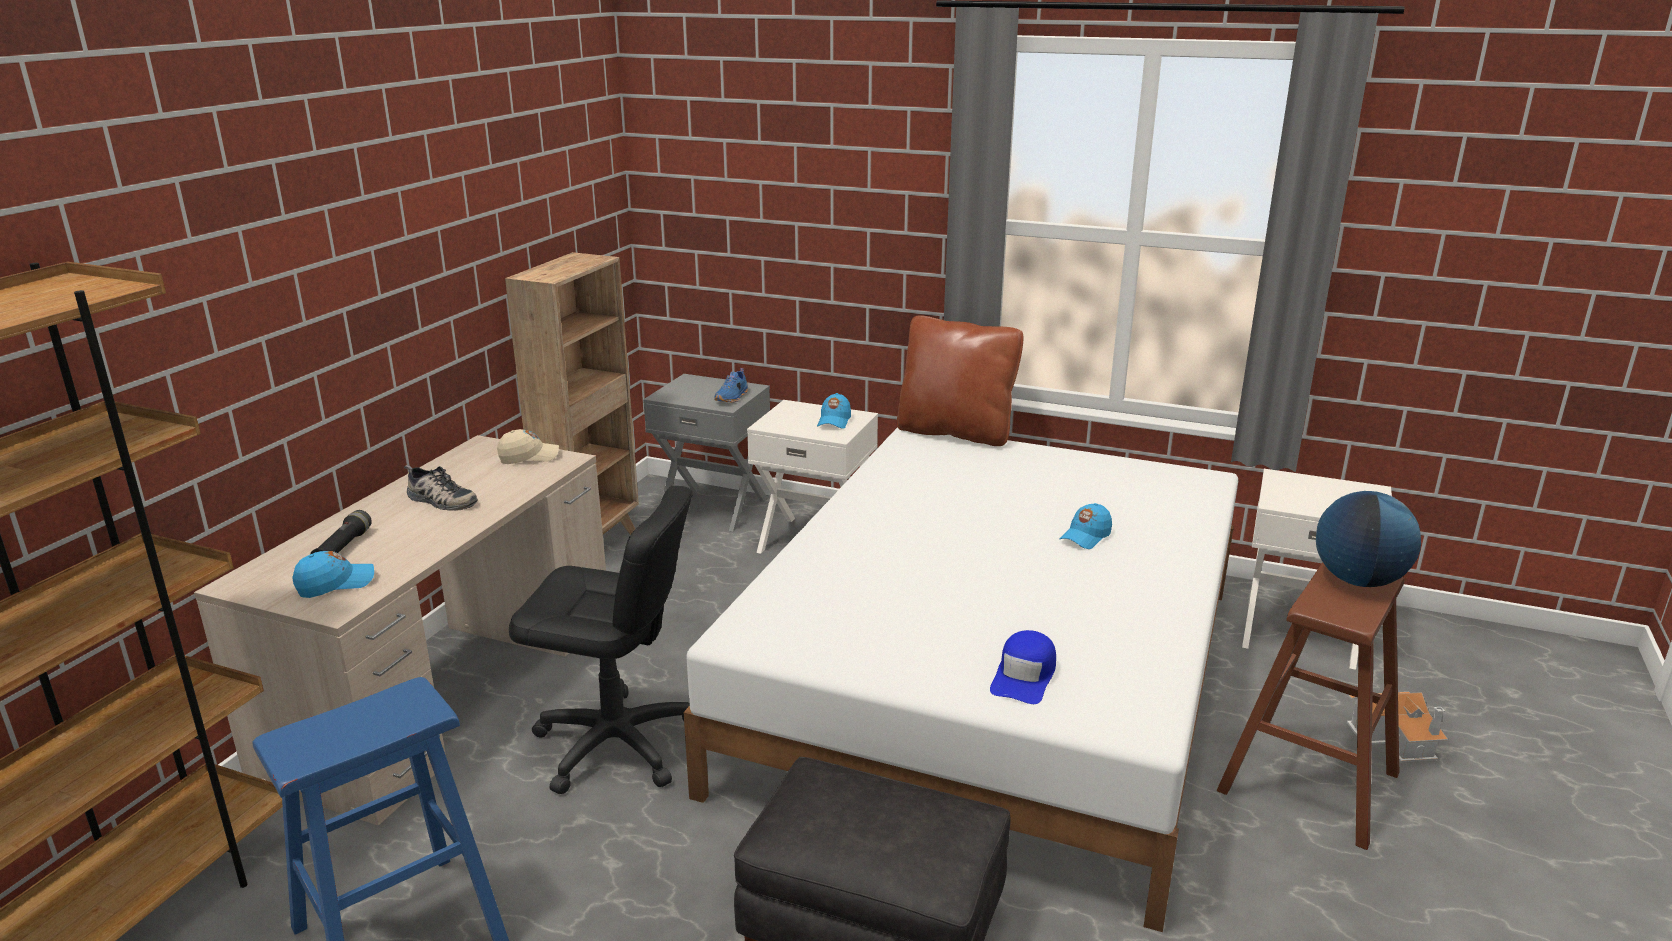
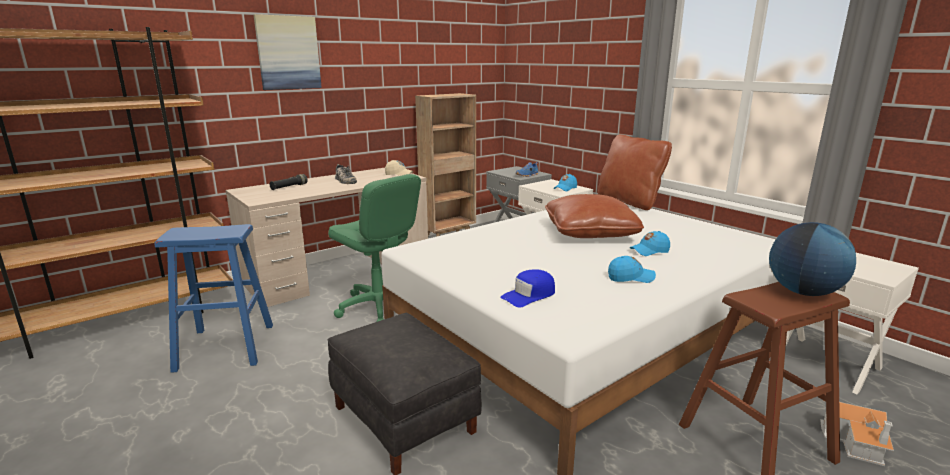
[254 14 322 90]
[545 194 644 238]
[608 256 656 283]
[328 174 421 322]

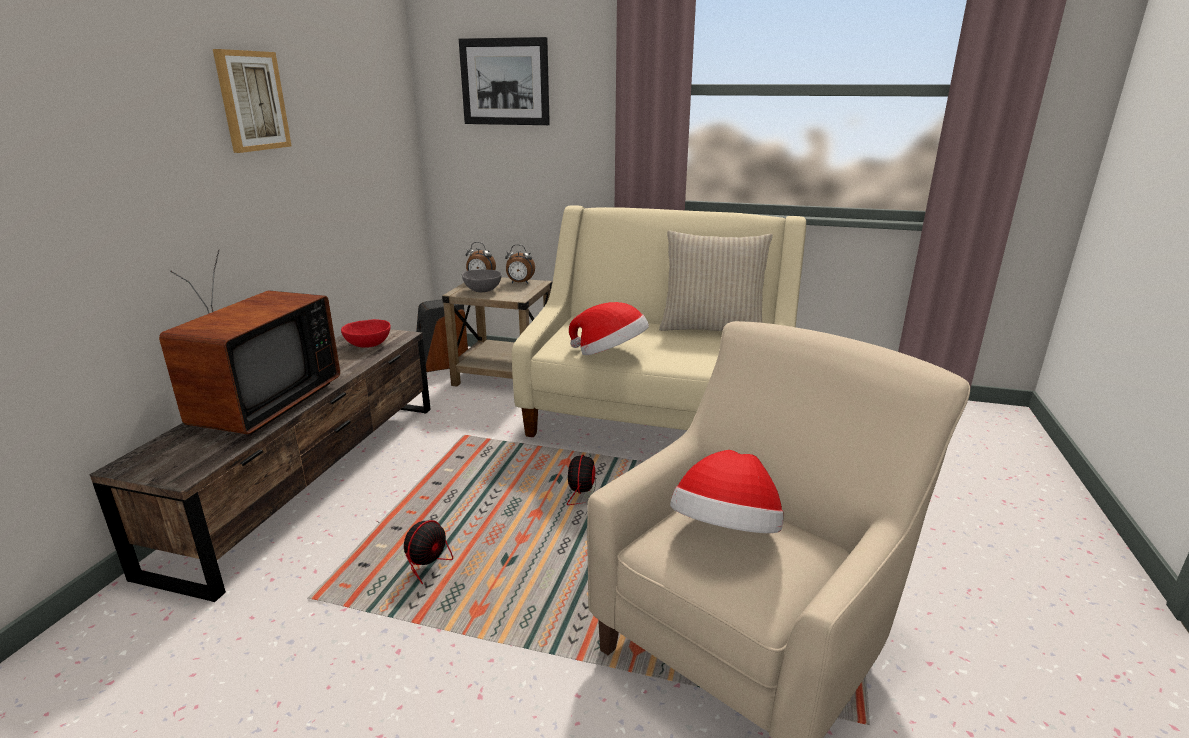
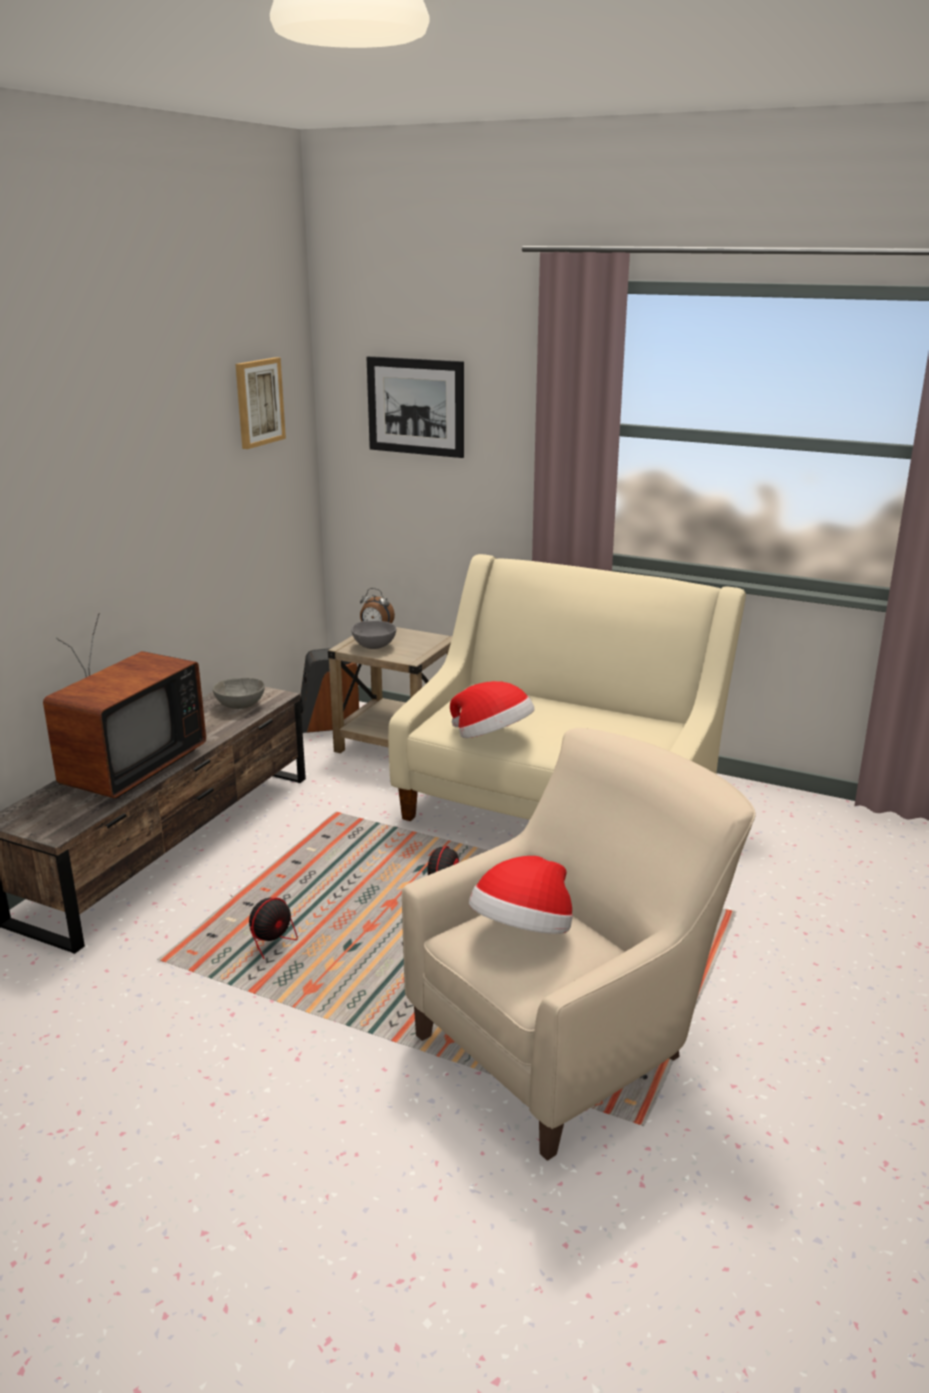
[505 244 535 284] (first image)
[659 230 773 331] (first image)
[236 357 286 449]
[213 677 265 709]

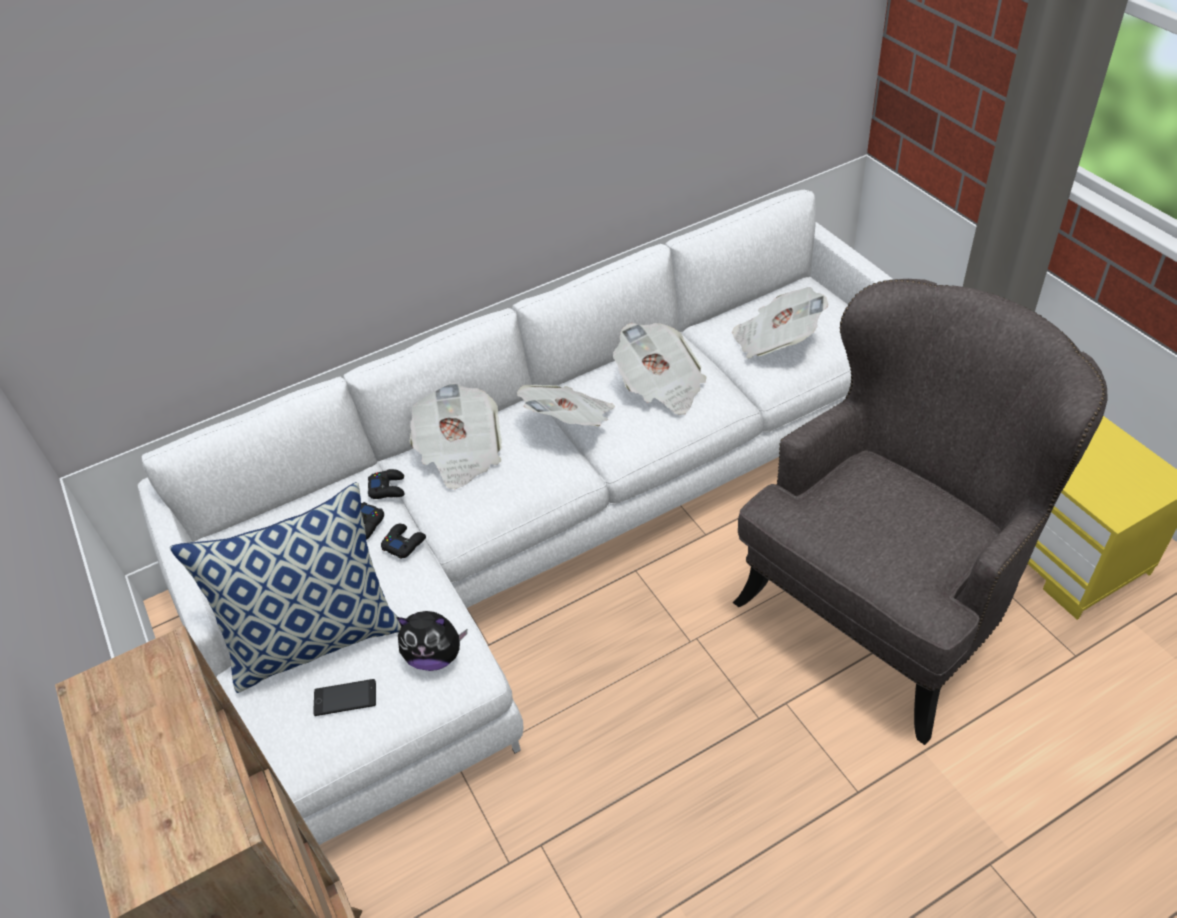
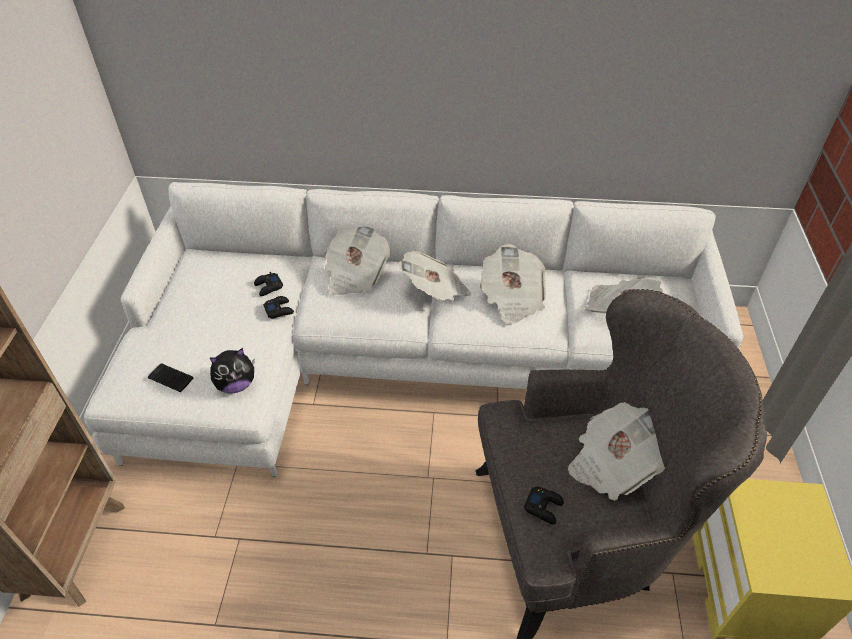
[170 482 401 693] (first image)
[568 402 665 501]
[524 487 564 524]
[210 348 255 394]

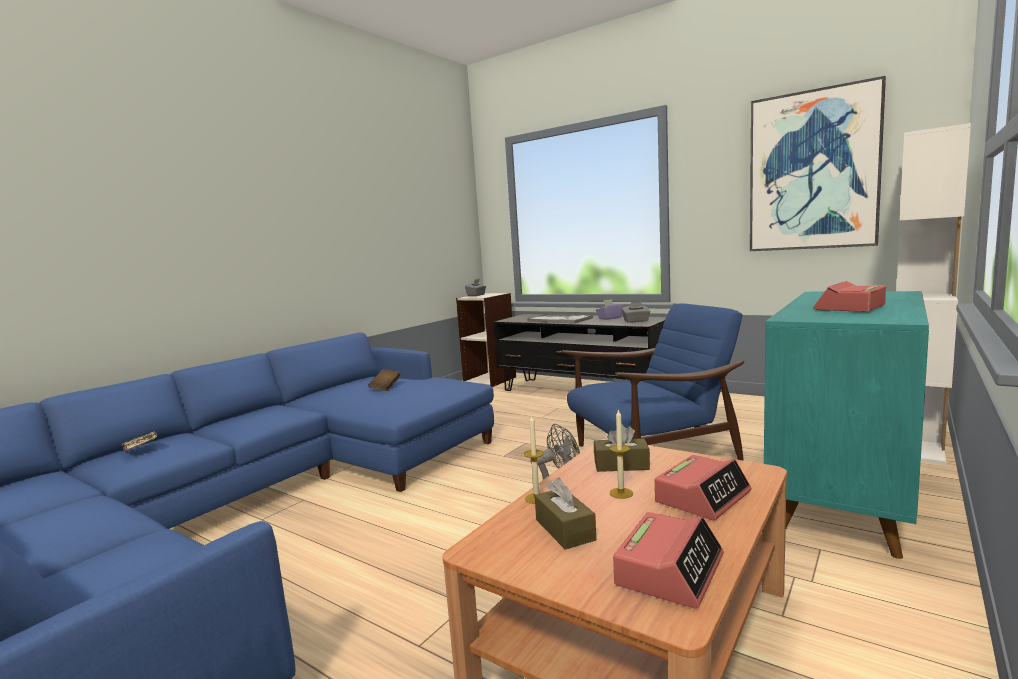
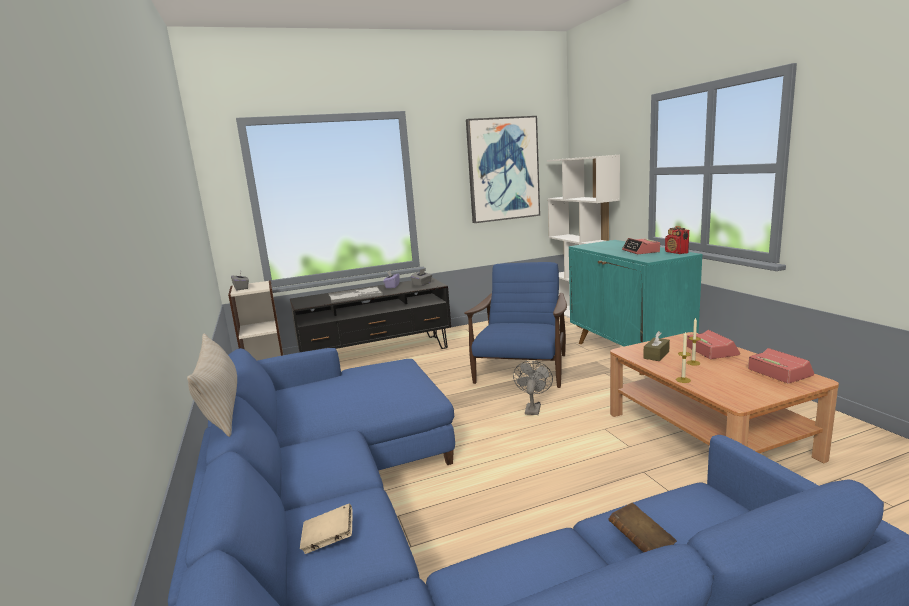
[535 478 596 549] (first image)
[187 333 237 437]
[665 226 689 254]
[608 503 677 553]

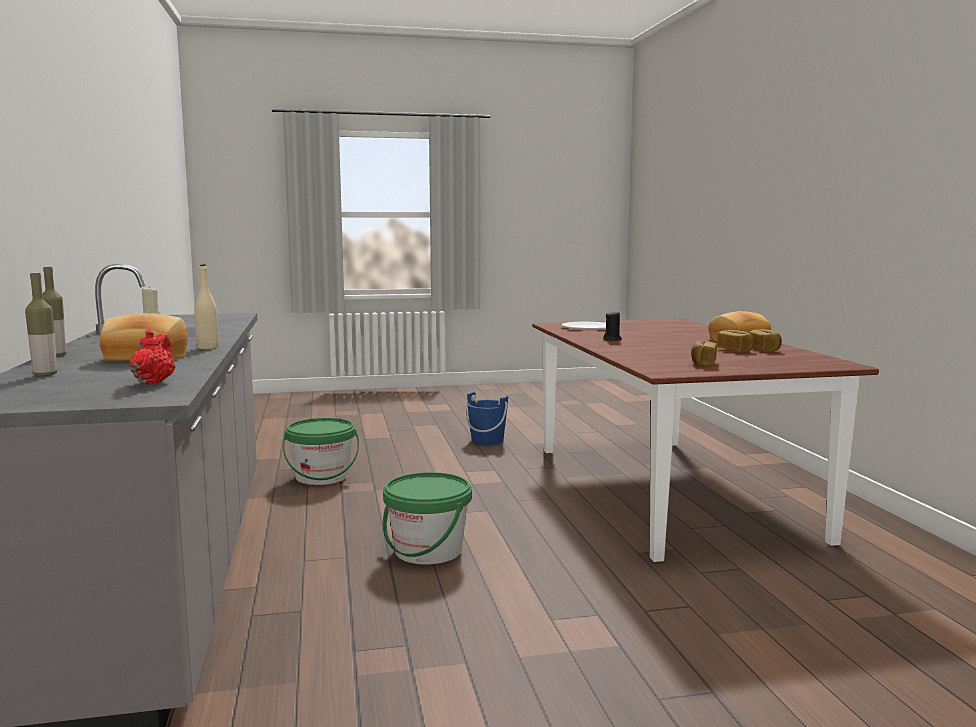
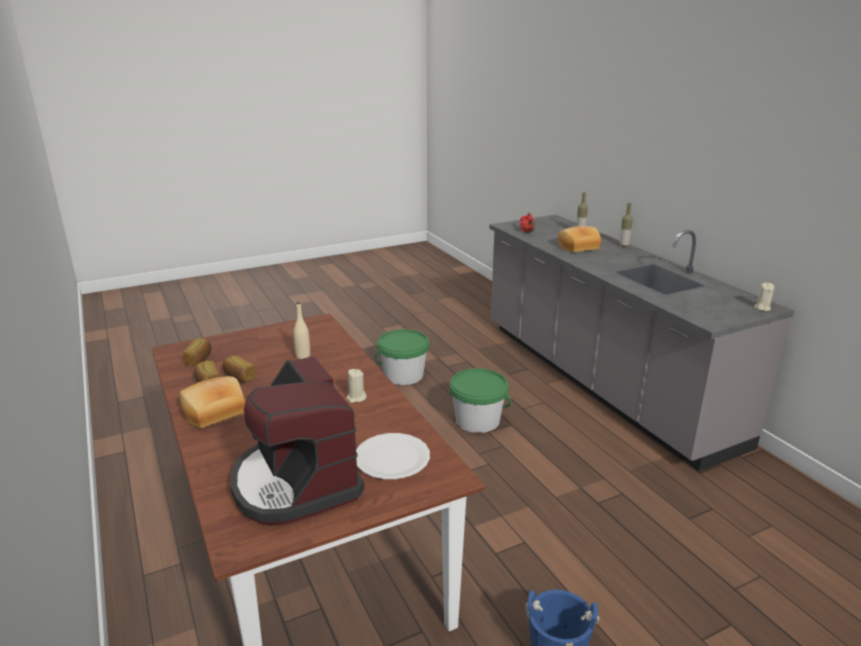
[231 356 364 525]
[293 302 310 359]
[375 329 429 385]
[183 338 212 366]
[346 369 367 403]

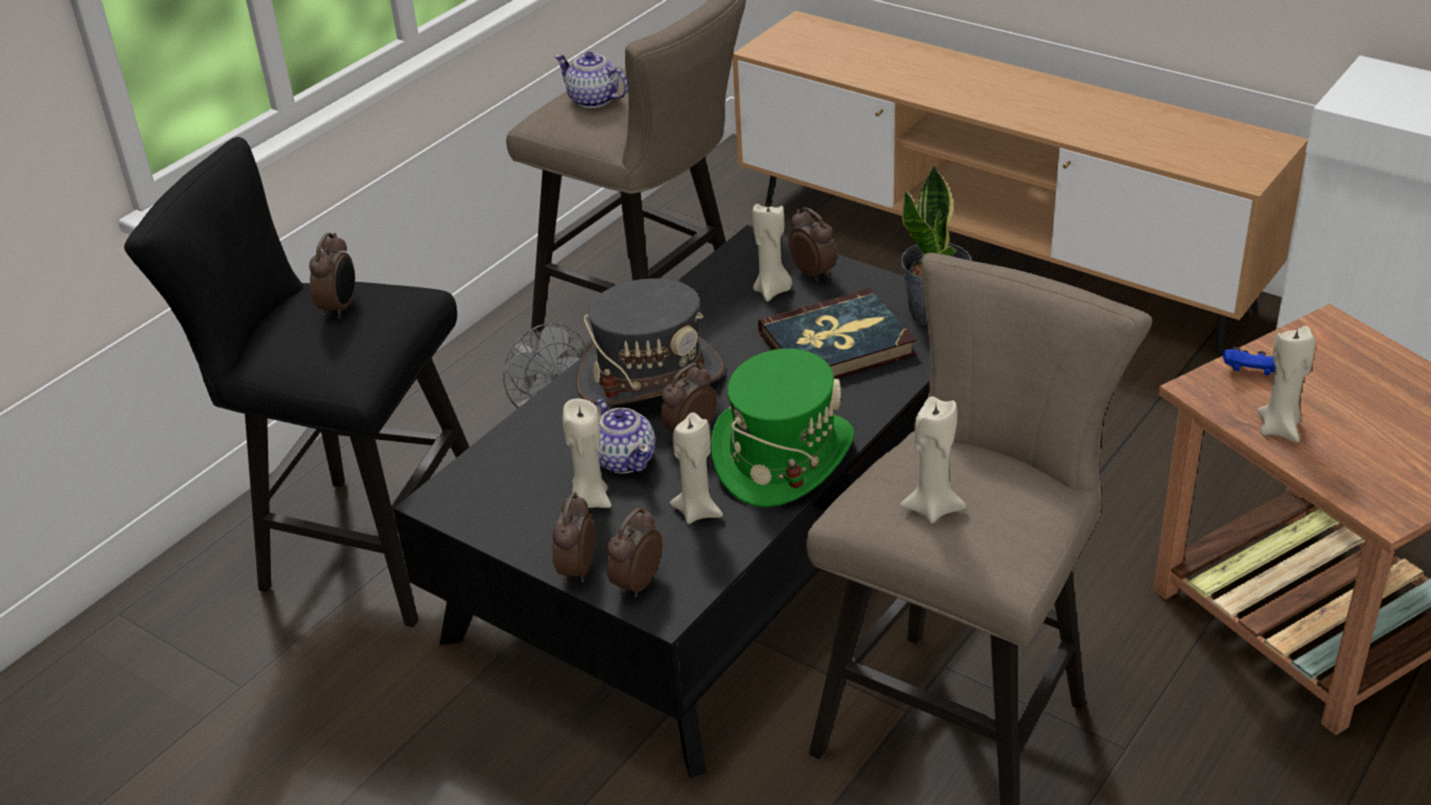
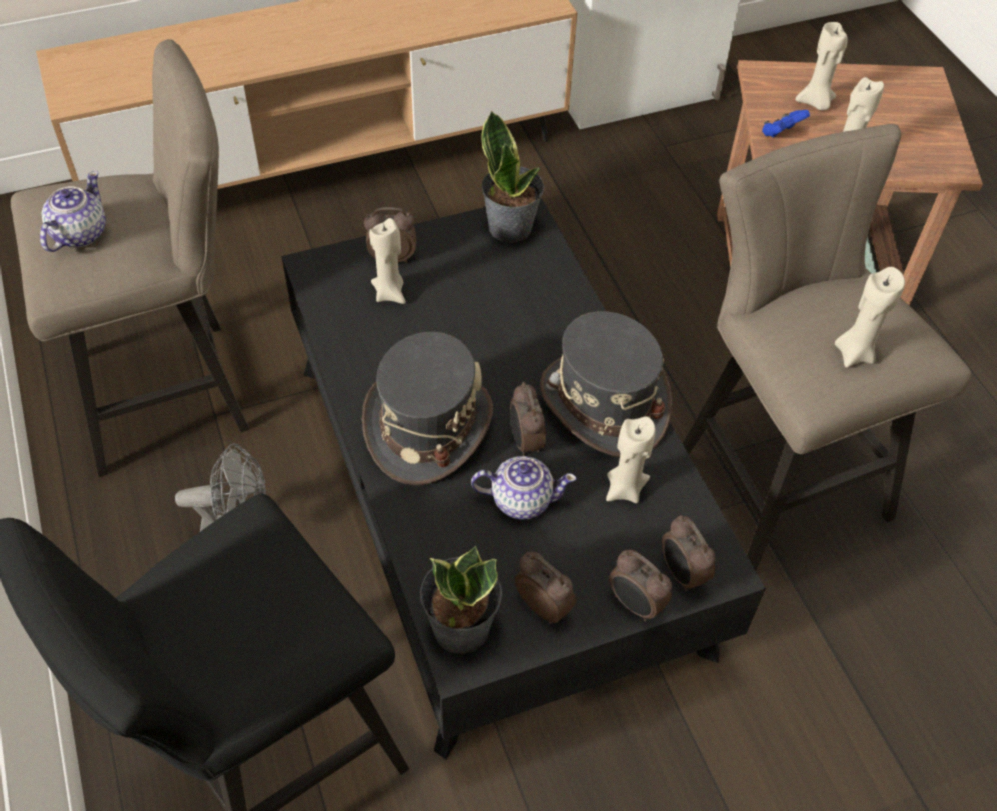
[758 288 917 379] (first image)
[420 546 502 654]
[515 552 576 624]
[796 22 848 110]
[540 311 672 457]
[40 171 106 252]

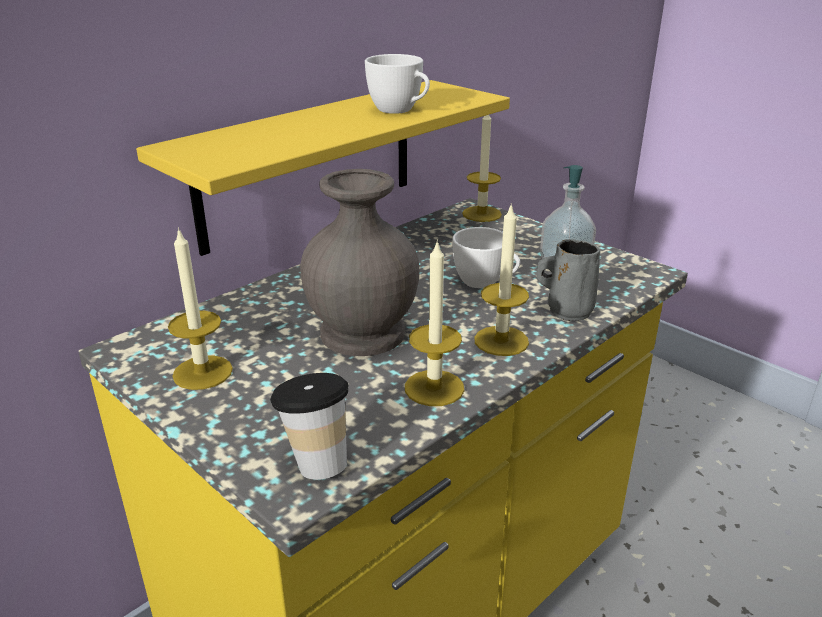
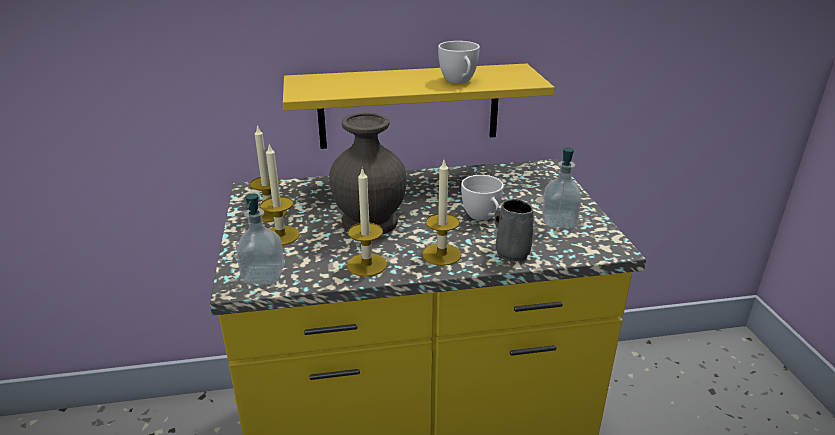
[260 144 300 245]
[236 194 284 285]

